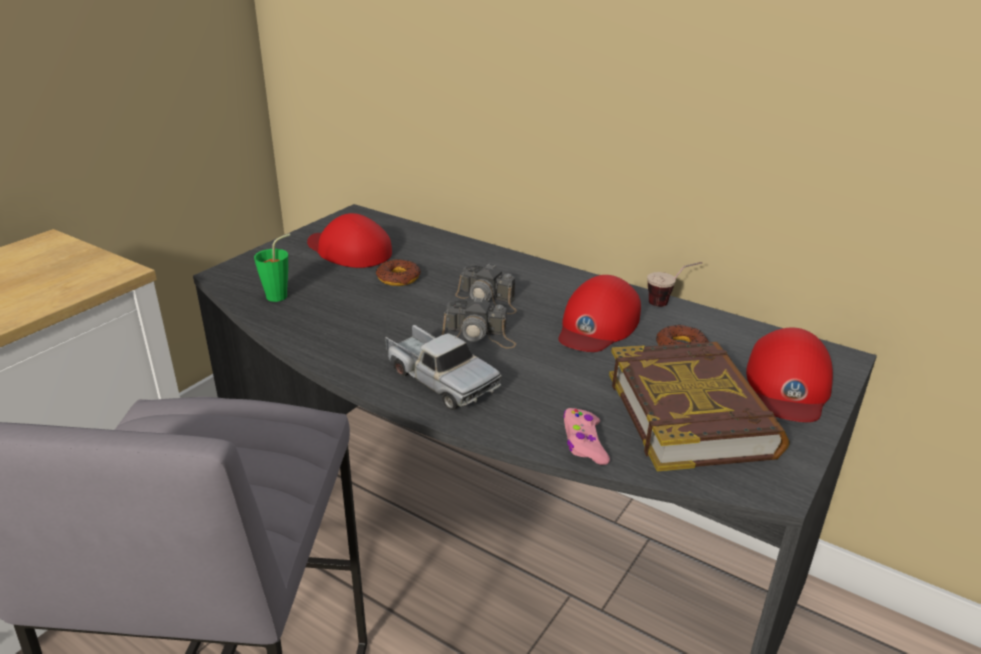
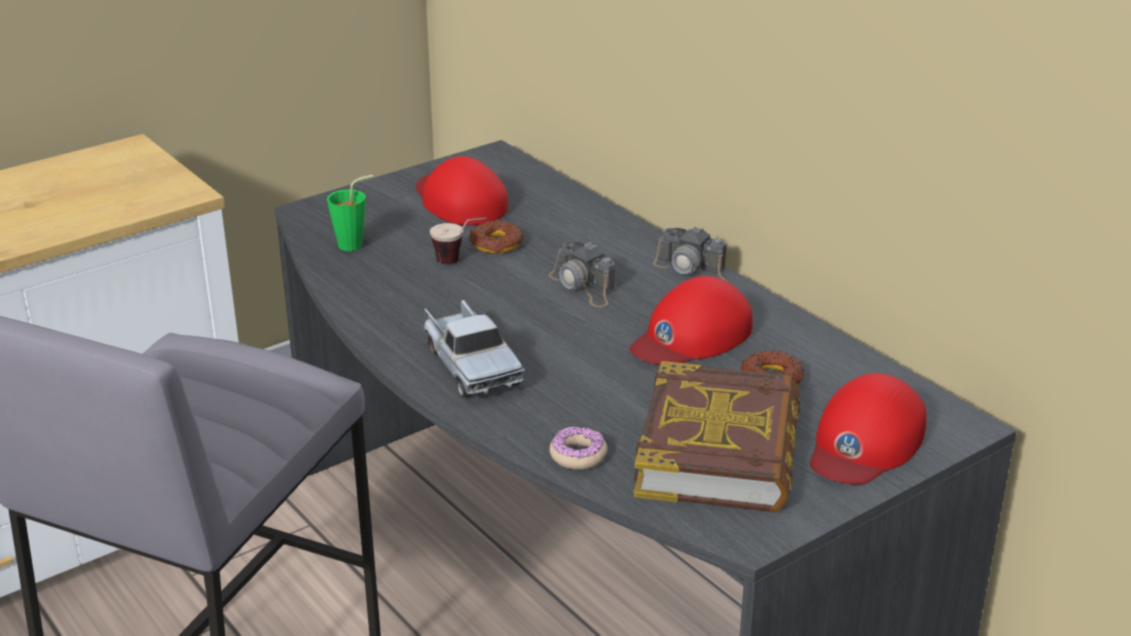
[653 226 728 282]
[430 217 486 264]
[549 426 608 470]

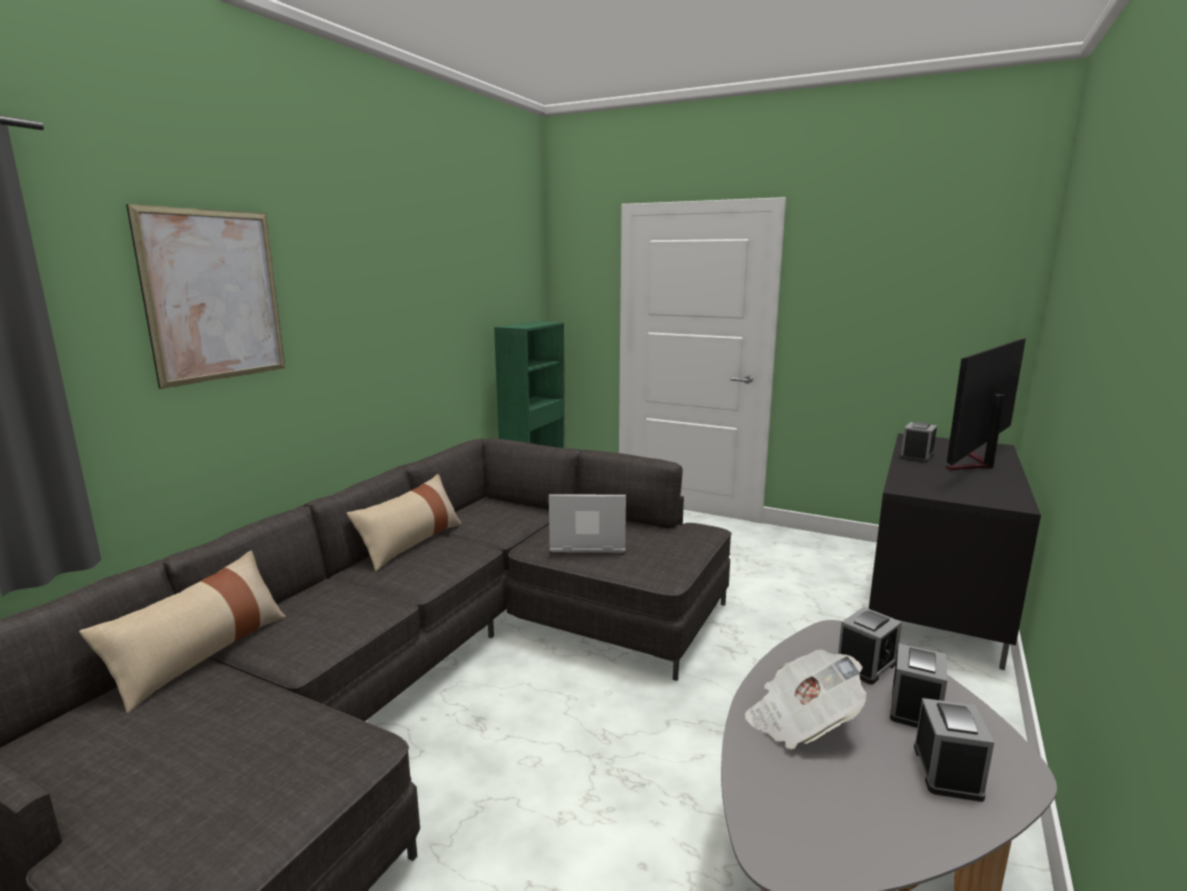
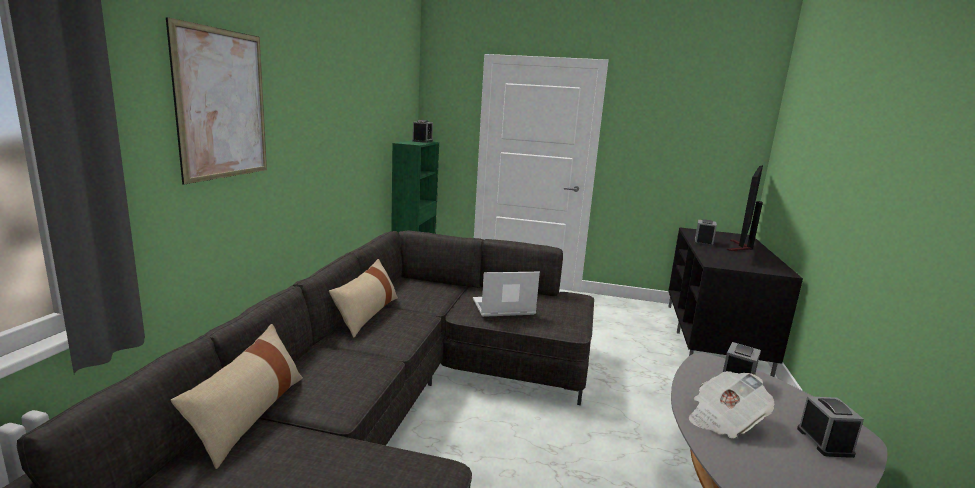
[412 120 433 143]

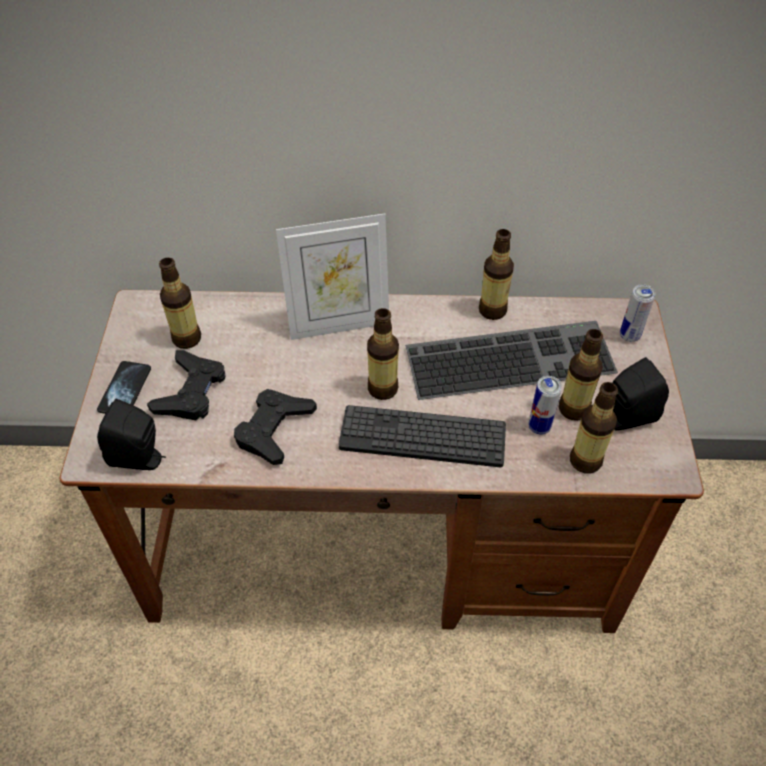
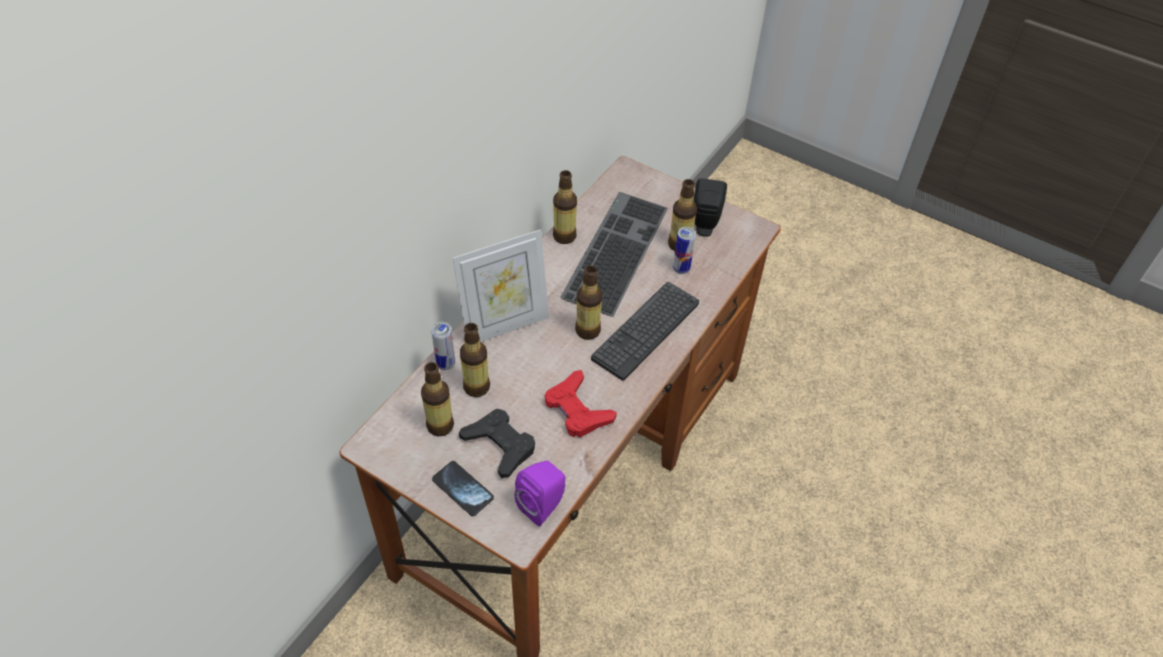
[460 323 490 397]
[431 322 455 370]
[514 461 565 526]
[545 370 617 437]
[453 229 549 342]

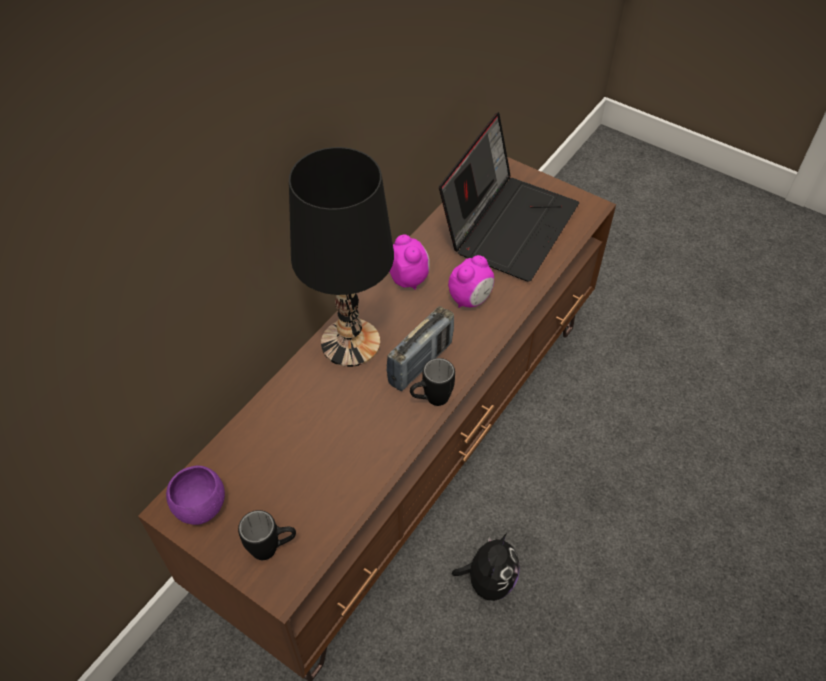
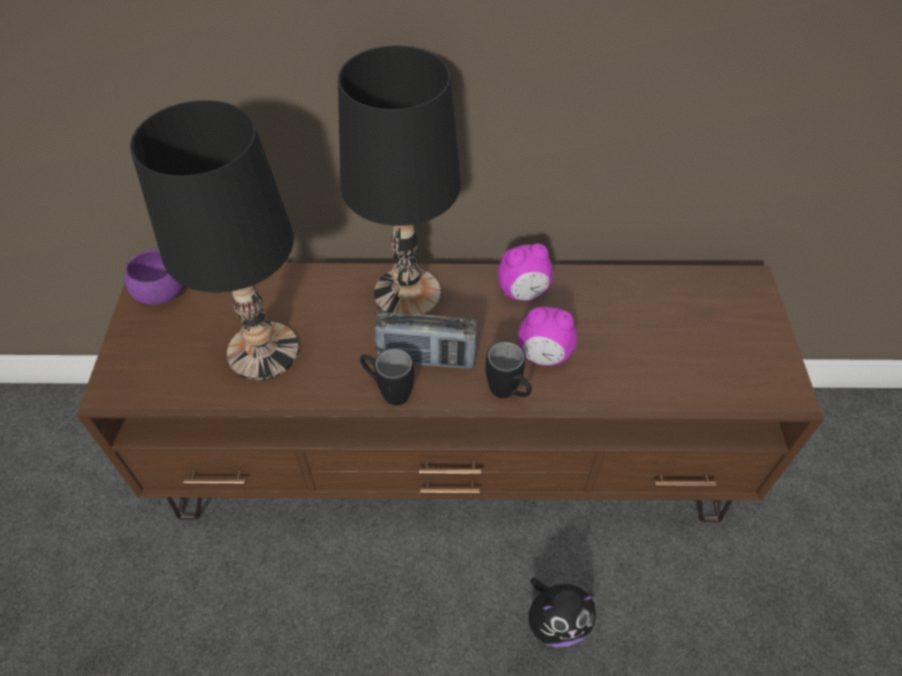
[439 112 579 282] (first image)
[130 100 299 380]
[485 341 532 398]
[528 578 596 647]
[498 243 553 301]

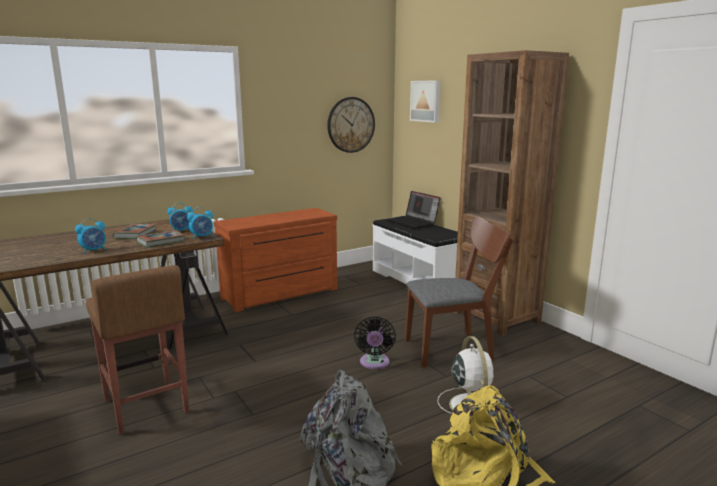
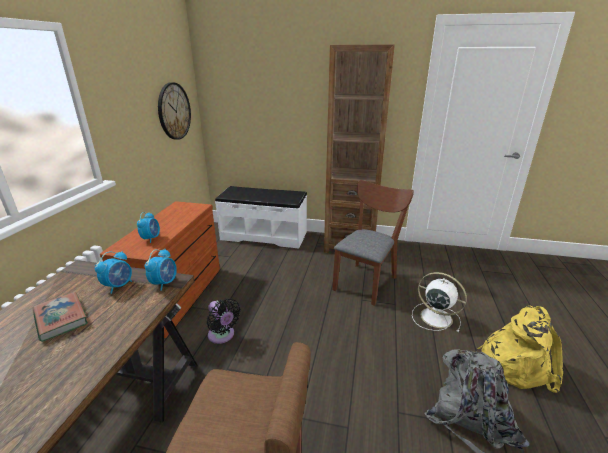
[136 230 185 248] (first image)
[387 191 440 229] (first image)
[410 80 440 123] (first image)
[137 212 160 243]
[207 299 241 344]

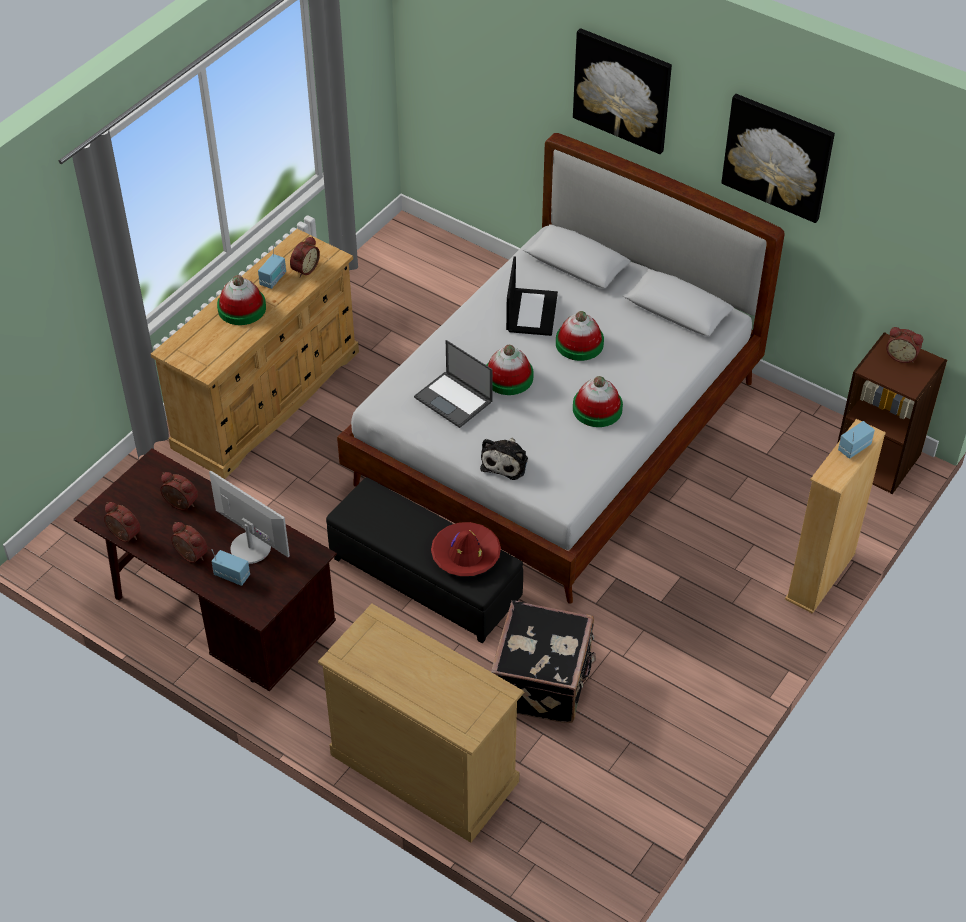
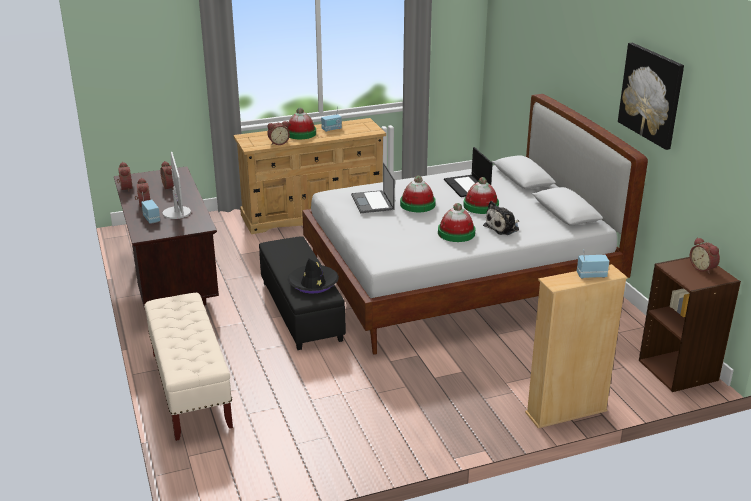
[491 600 596 723] (first image)
[573 28 672 154] (first image)
[267 121 290 145]
[483 201 519 235]
[144 293 233 441]
[287 259 339 294]
[444 147 493 197]

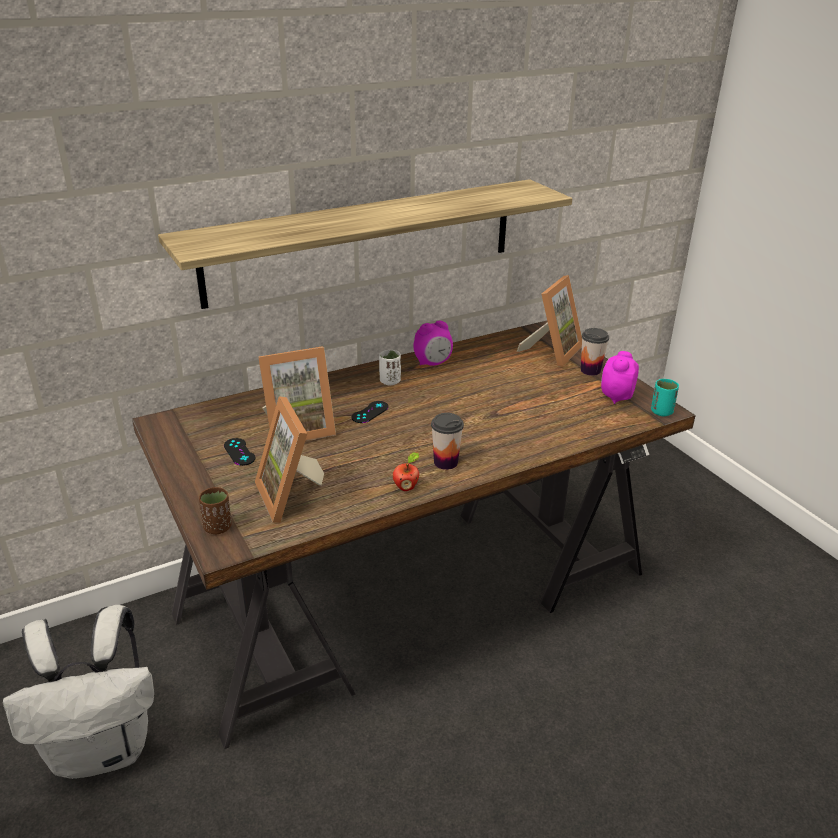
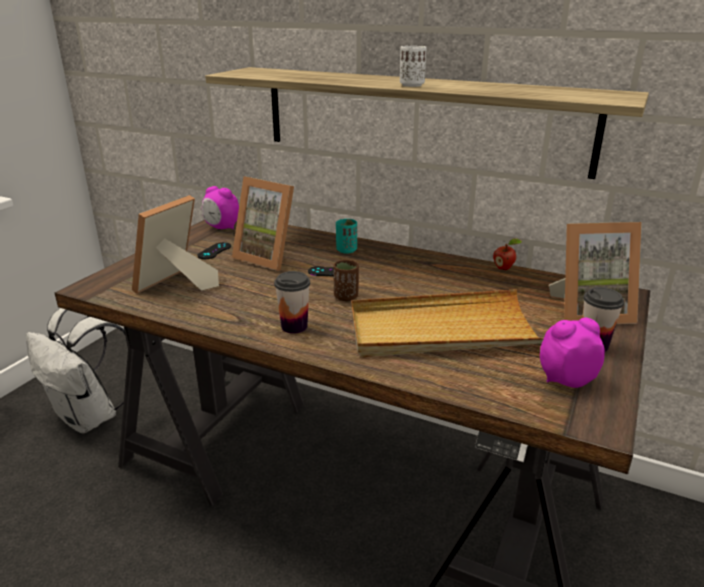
[351 289 544 357]
[334 260 359 301]
[400 46 427 87]
[493 238 522 270]
[202 186 239 229]
[336 219 357 254]

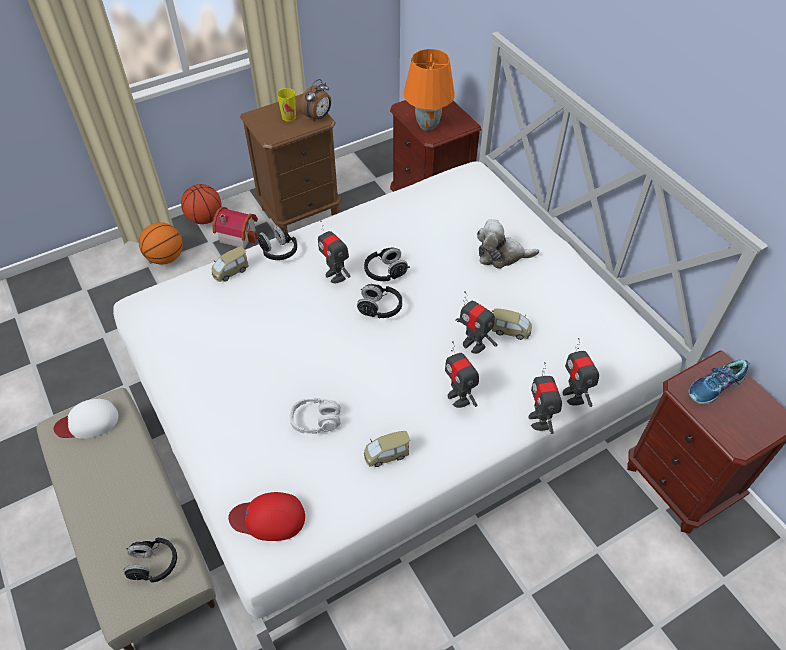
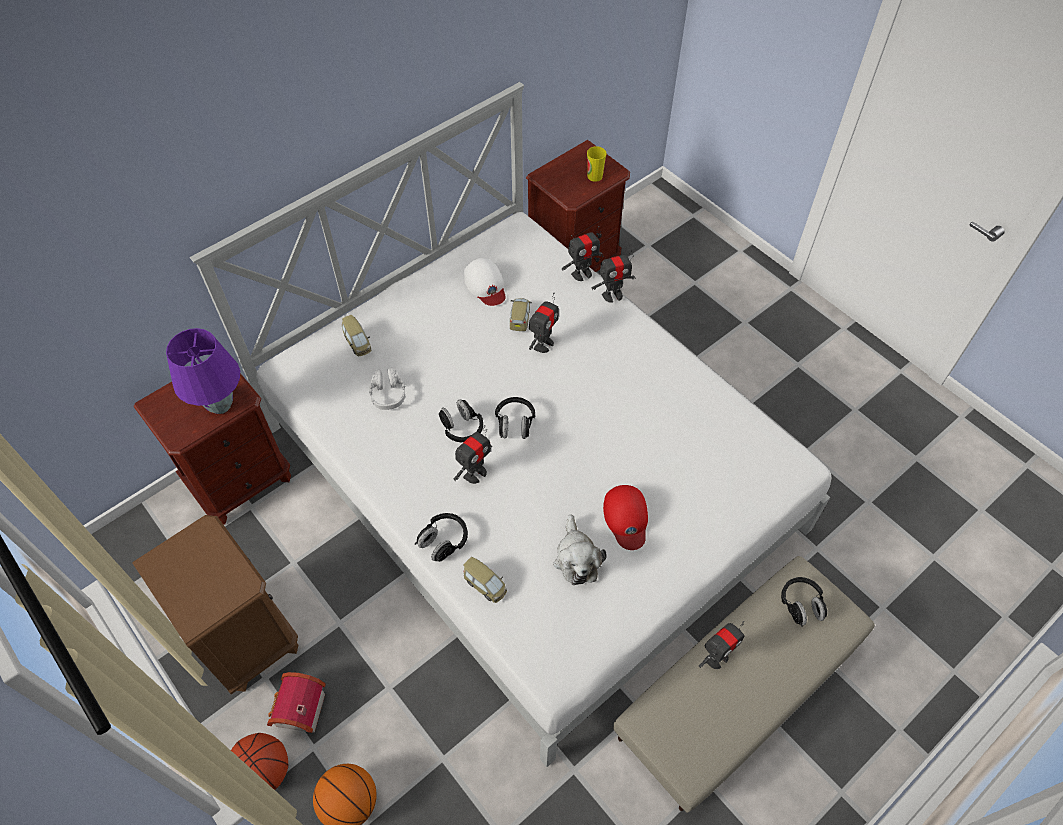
[300 79 331 122] (first image)
[688 359 750 404] (first image)
[464 258 506 306]
[603 485 648 550]
[587 146 607 182]
[369 368 405 410]
[342 315 371 357]
[699 621 744 669]
[553 514 607 585]
[166 328 240 414]

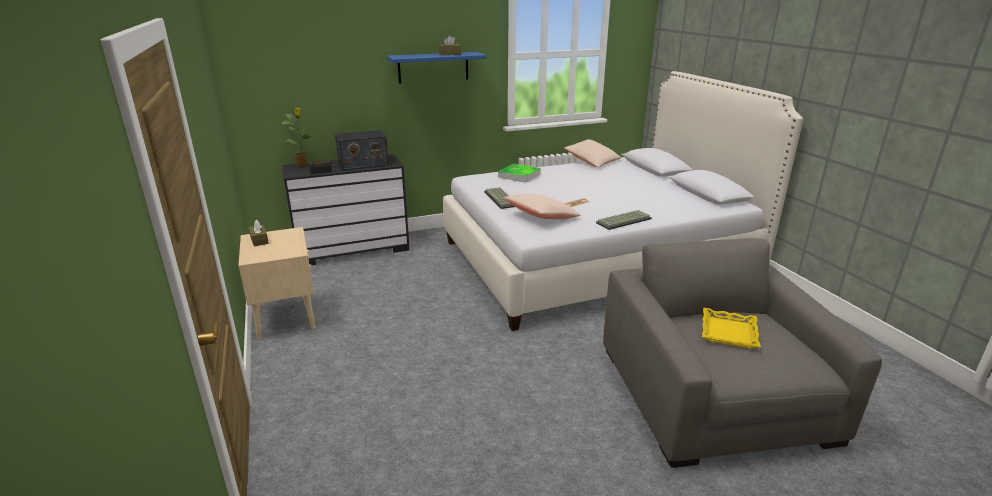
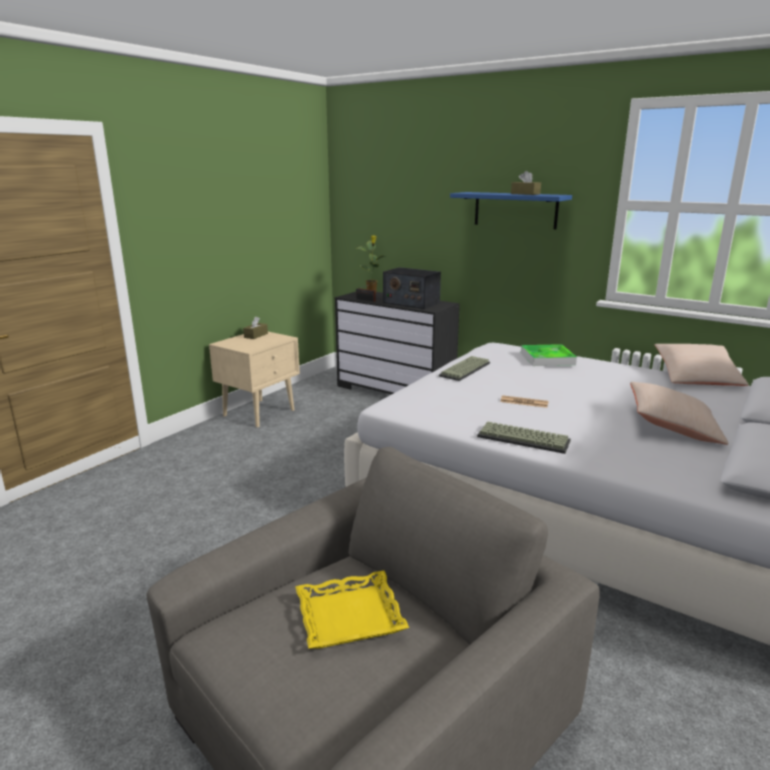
[630 382 728 445]

